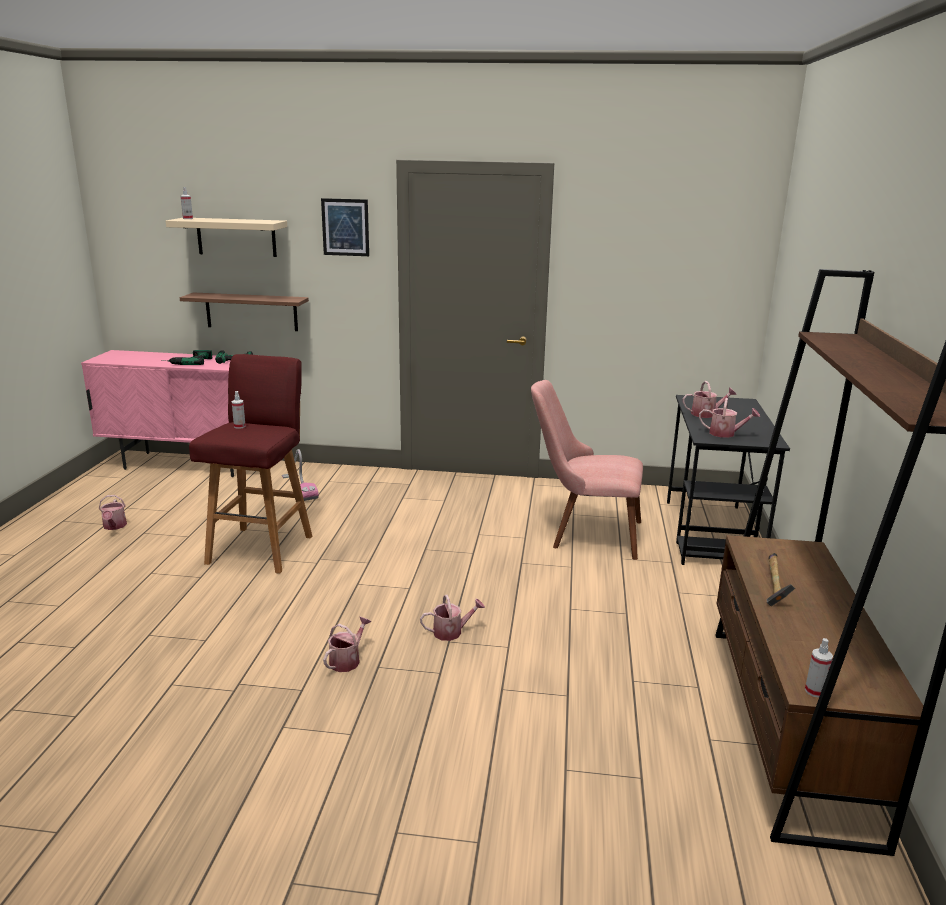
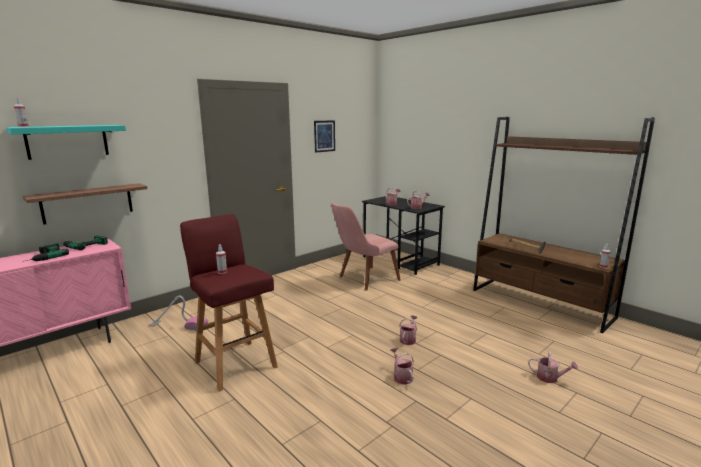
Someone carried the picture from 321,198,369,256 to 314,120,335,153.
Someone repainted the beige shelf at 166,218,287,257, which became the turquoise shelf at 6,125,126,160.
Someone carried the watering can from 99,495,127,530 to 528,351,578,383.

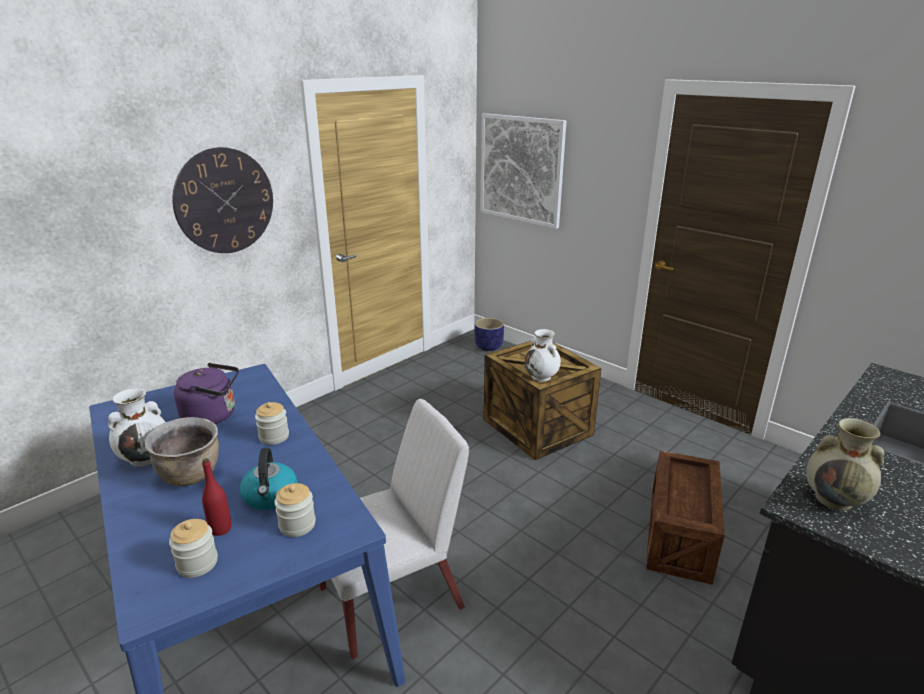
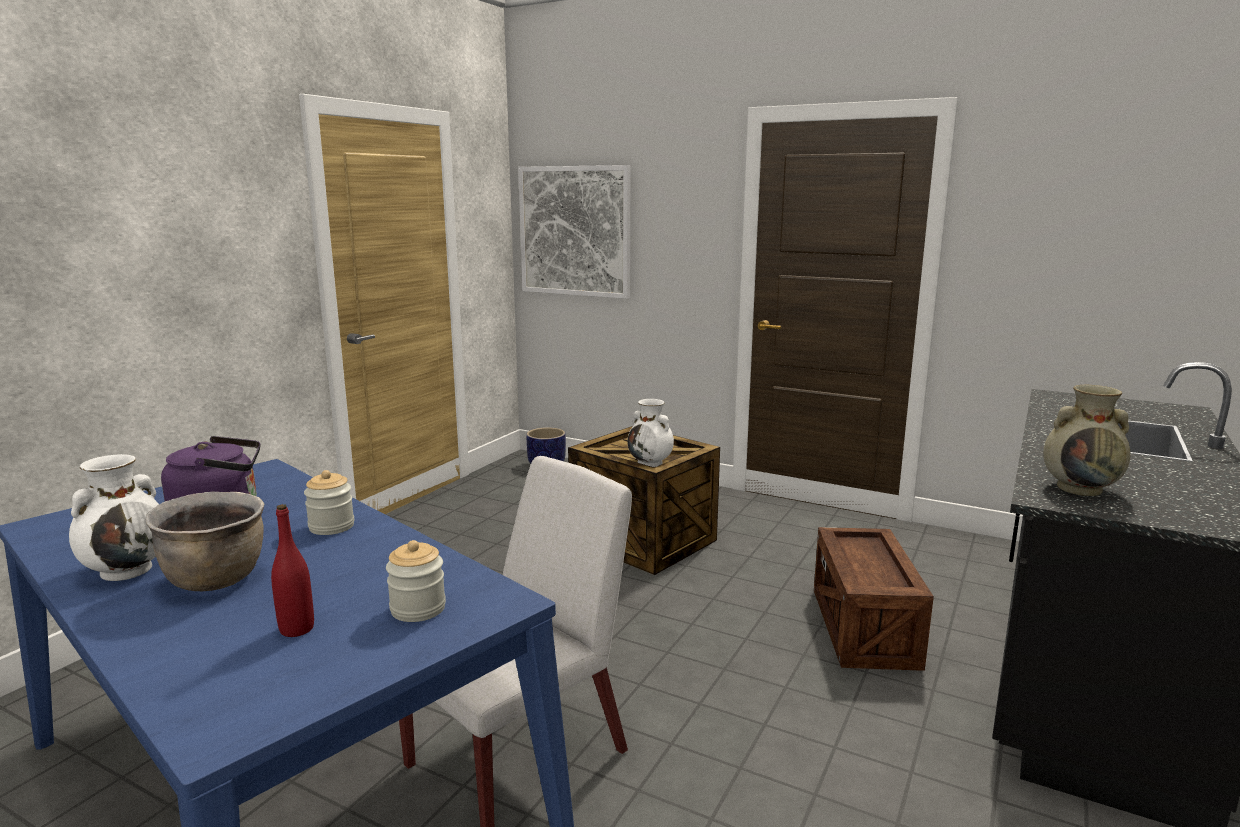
Someone took away the wall clock at 172,147,273,253.
Someone took away the kettle at 240,448,298,510.
Someone took away the jar at 169,519,218,578.

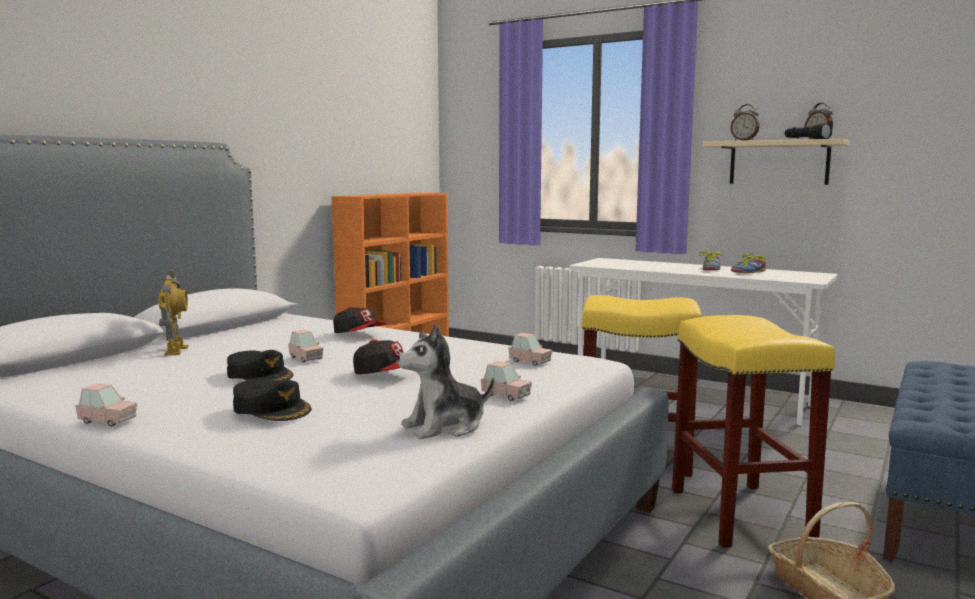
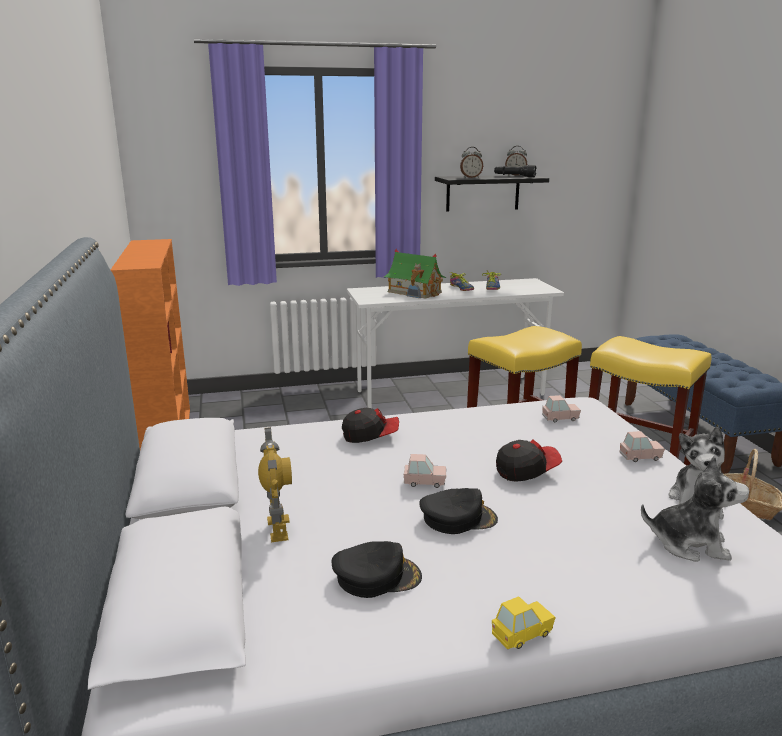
Someone repainted the beige shelf at 703,139,850,185, which became the black shelf at 435,175,549,212.
Someone rotated the toy robot at 158,268,189,356 by 45 degrees clockwise.
Someone carried the black cap from 233,379,312,421 to 332,541,422,598.
Someone repainted the pink toy car at 75,383,137,427, which became the yellow toy car at 492,596,556,649.
Someone put down the toy house at 384,249,446,299.
Someone put down the plush toy at 641,456,750,562.

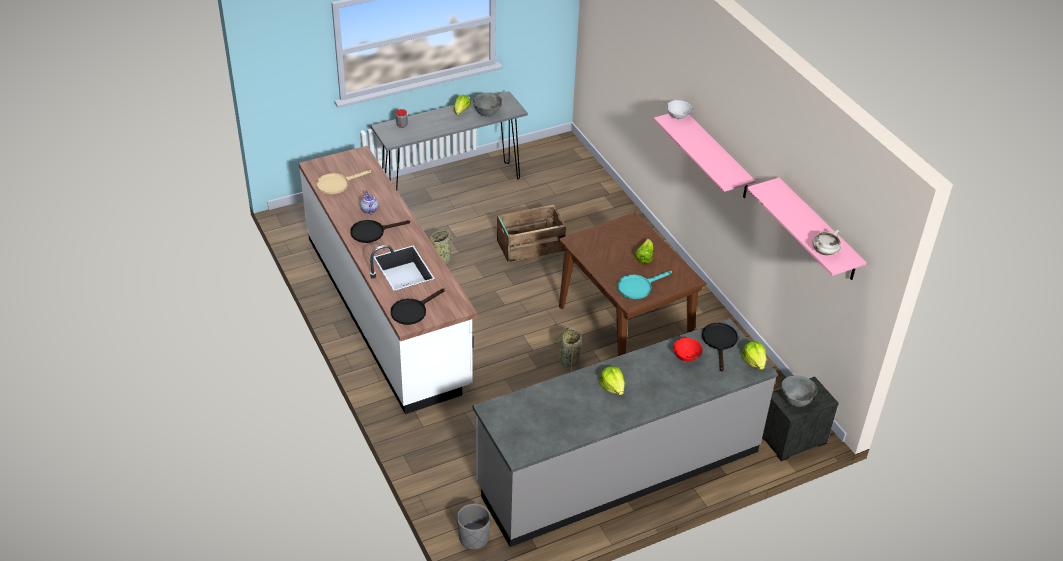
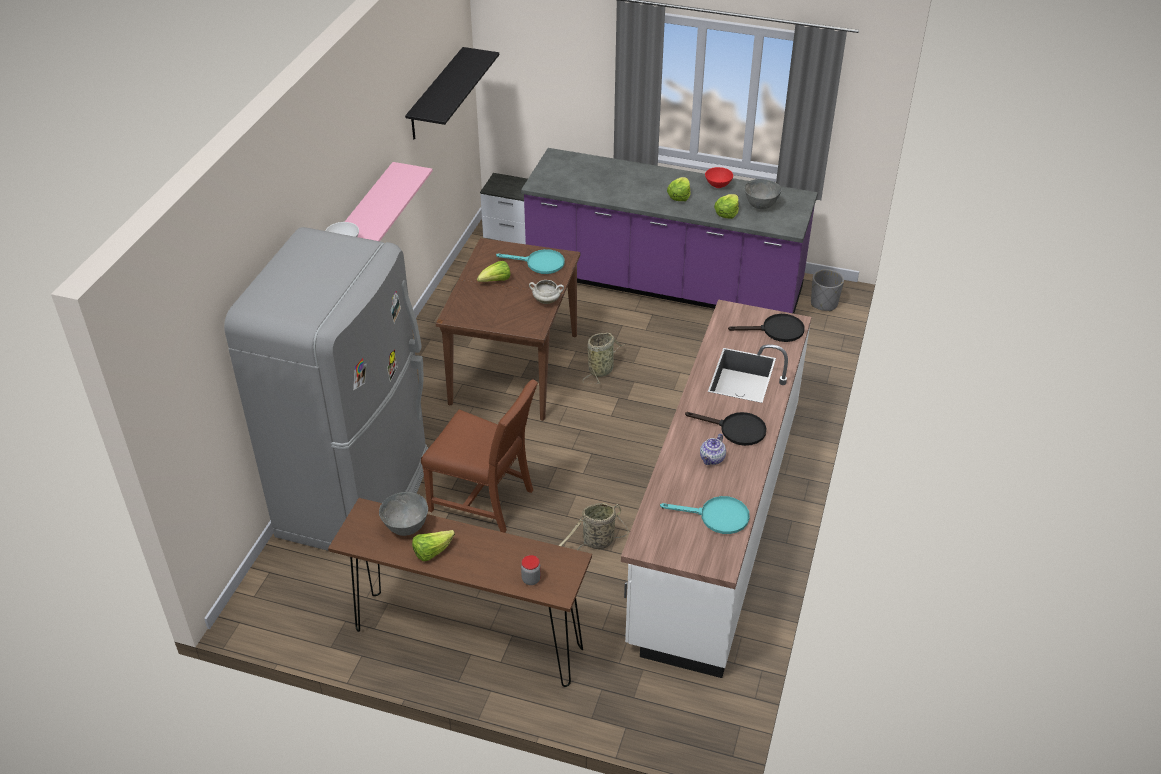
Someone repainted the grey console table at 371,91,528,190, which became the brown console table at 328,498,592,687.
Someone repainted the beige frying pan at 316,170,371,195, which became the turquoise frying pan at 660,496,750,534.
Someone repainted the pink shelf at 746,178,867,280, which became the black shelf at 405,47,499,139.
Someone swapped the crate at 497,205,566,263 for the brown chair at 421,379,538,533.
Someone carried the white cooking pot from 812,230,841,255 to 529,280,564,304.
Someone repainted the grey counter at 473,319,778,547, which became the purple counter at 521,148,818,314.
Someone took away the black frying pan at 702,323,738,372.
Someone carried the red bowl from 673,338,702,361 to 705,167,733,188.
Someone carried the lettuce from 742,341,767,370 to 714,194,739,219.
Someone carried the grey bowl from 781,375,817,407 to 744,179,781,209.
Someone put down the grey fridge at 224,227,428,551.

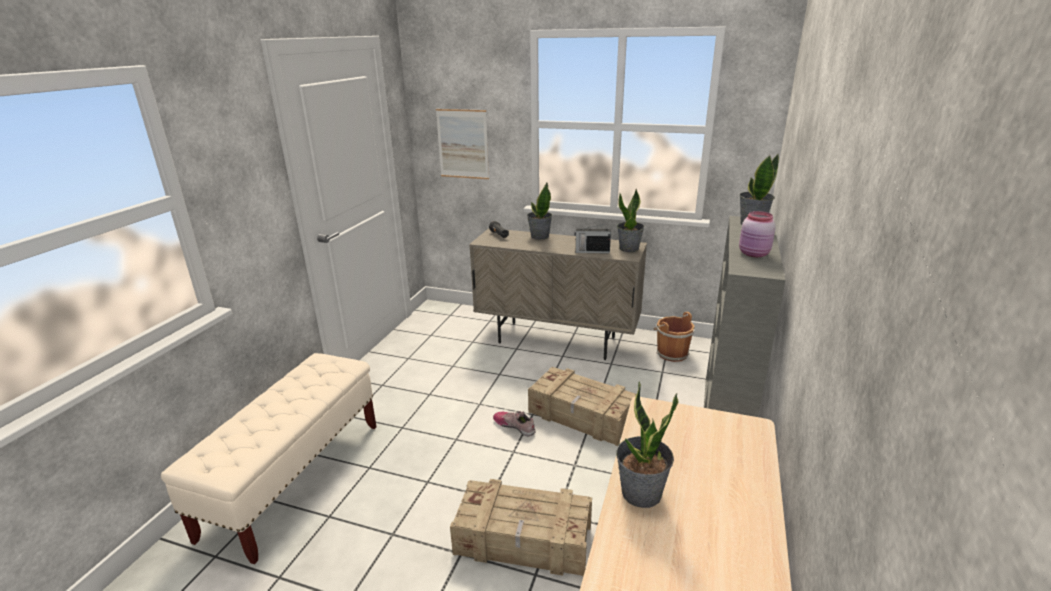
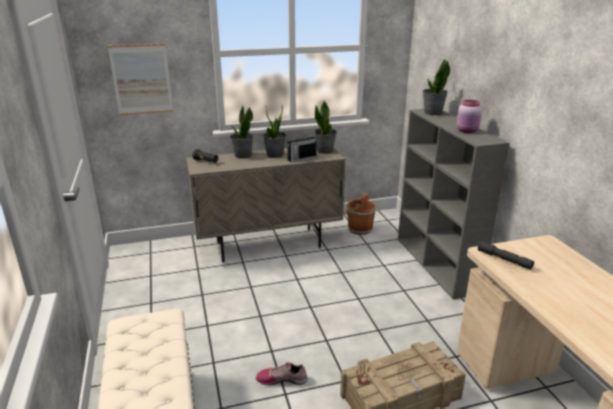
Someone took away the crate at 528,367,636,446.
Someone carried the potted plant from 616,382,679,508 to 263,104,286,158.
Someone carried the shoe from 493,411,536,436 to 256,361,308,385.
Someone put down the grey flashlight at 478,241,534,270.

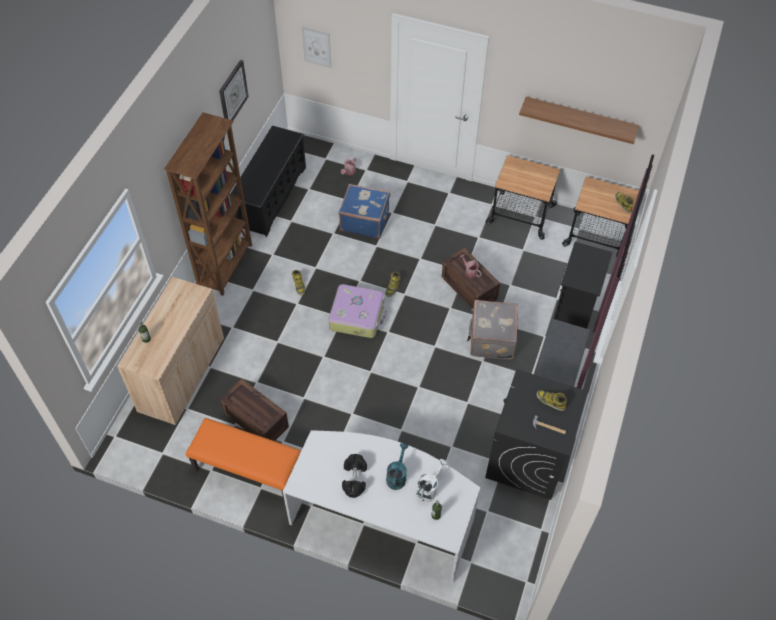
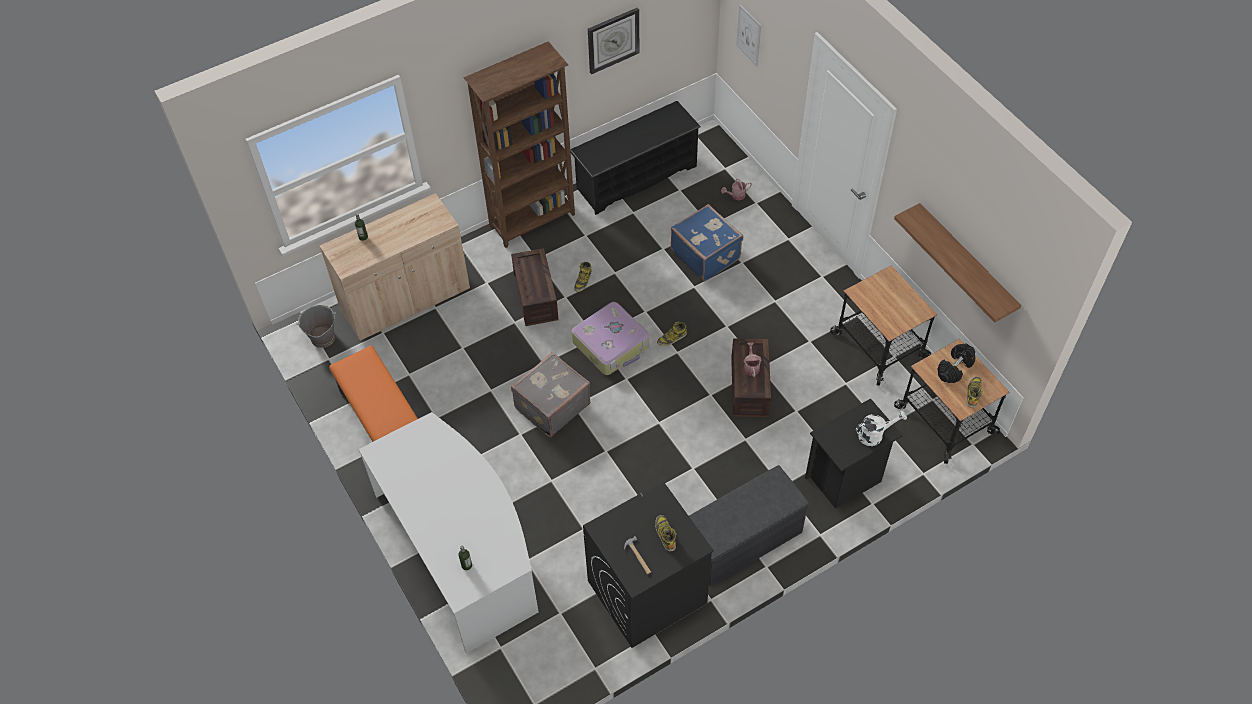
Someone carried the grey suitcase from 467,300,518,359 to 511,352,590,438.
Someone carried the crate from 220,379,289,441 to 511,248,559,326.
Someone took away the turquoise watering can at 386,443,409,490.
Someone carried the black dumbbell from 342,454,367,498 to 938,343,975,383.
Someone carried the white watering can from 416,459,448,502 to 856,411,907,446.
Someone put down the grey bucket at 297,305,336,348.

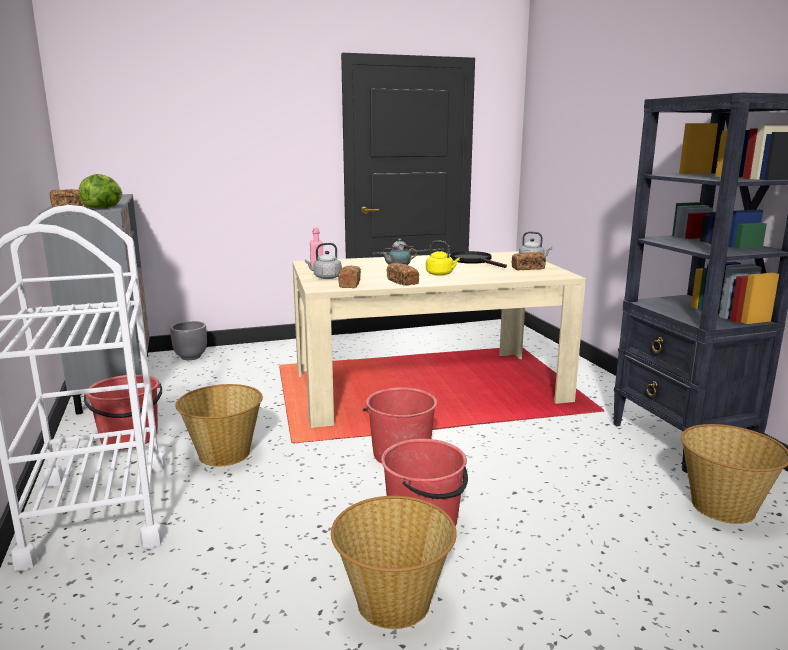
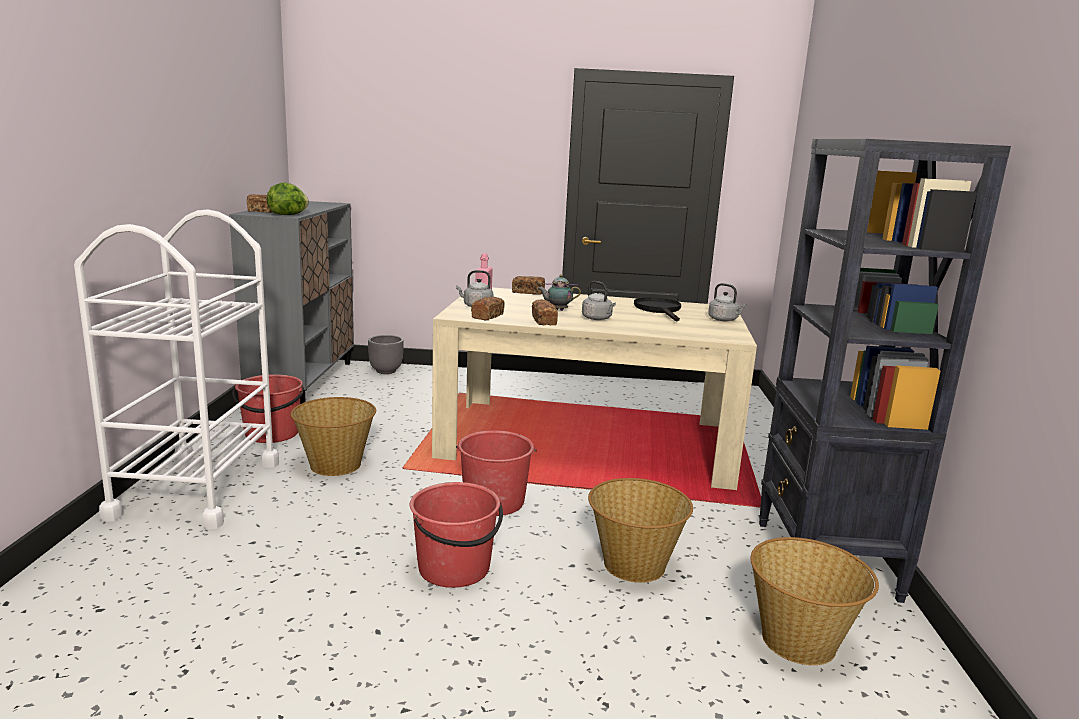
Someone repainted the yellow kettle at 426,240,460,276, which became the grey kettle at 582,281,616,320.
Someone carried the bread from 512,252,546,270 to 512,276,545,295.
Someone carried the basket from 331,496,457,629 to 588,478,693,583.

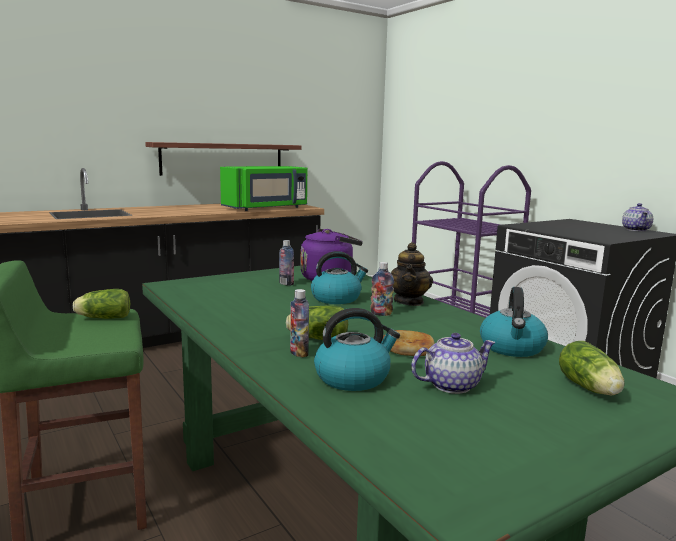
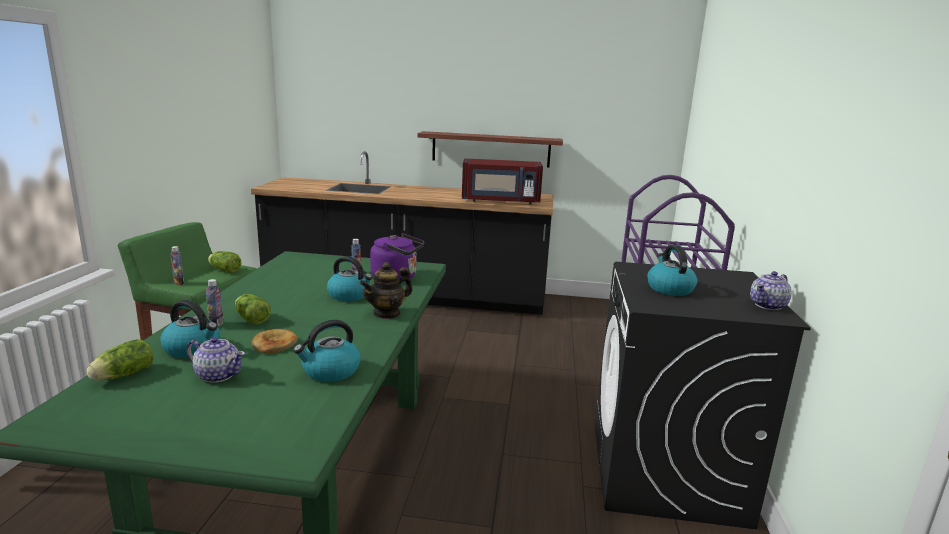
Someone repainted the green microwave at 220,166,307,211, which became the red microwave at 462,158,543,204.
Someone carried the bottle from 370,262,394,316 to 170,246,184,285.
Someone carried the lettuce from 559,341,625,396 to 86,339,153,381.
Someone put down the kettle at 647,245,697,296.

